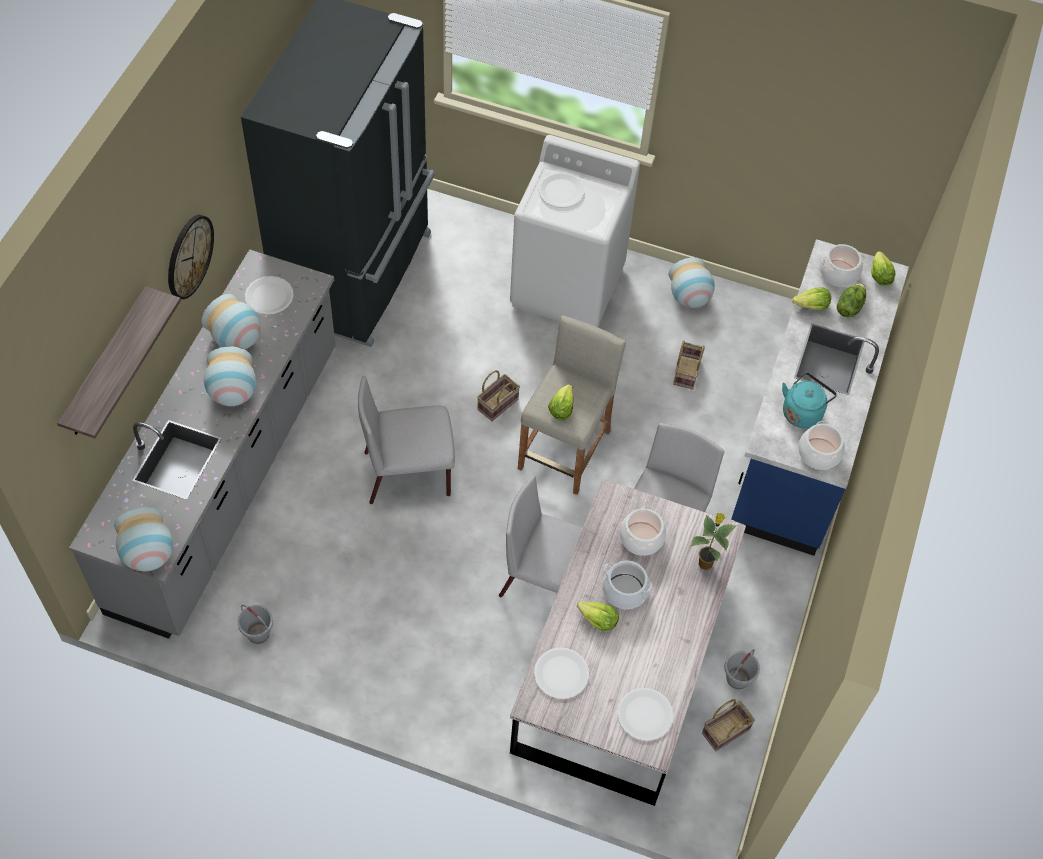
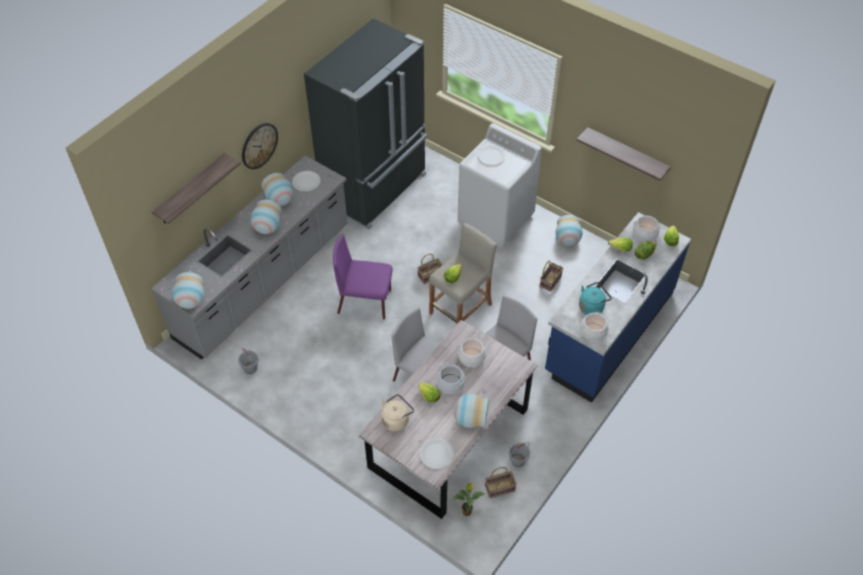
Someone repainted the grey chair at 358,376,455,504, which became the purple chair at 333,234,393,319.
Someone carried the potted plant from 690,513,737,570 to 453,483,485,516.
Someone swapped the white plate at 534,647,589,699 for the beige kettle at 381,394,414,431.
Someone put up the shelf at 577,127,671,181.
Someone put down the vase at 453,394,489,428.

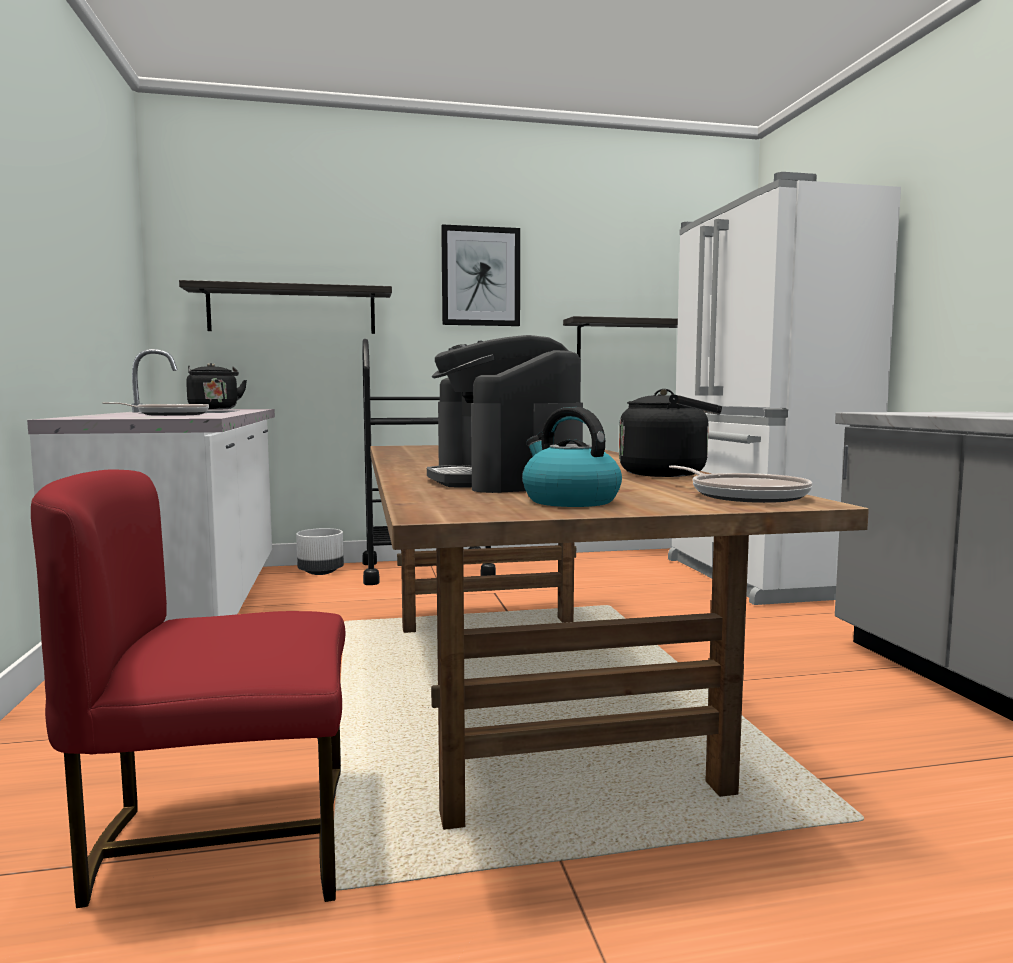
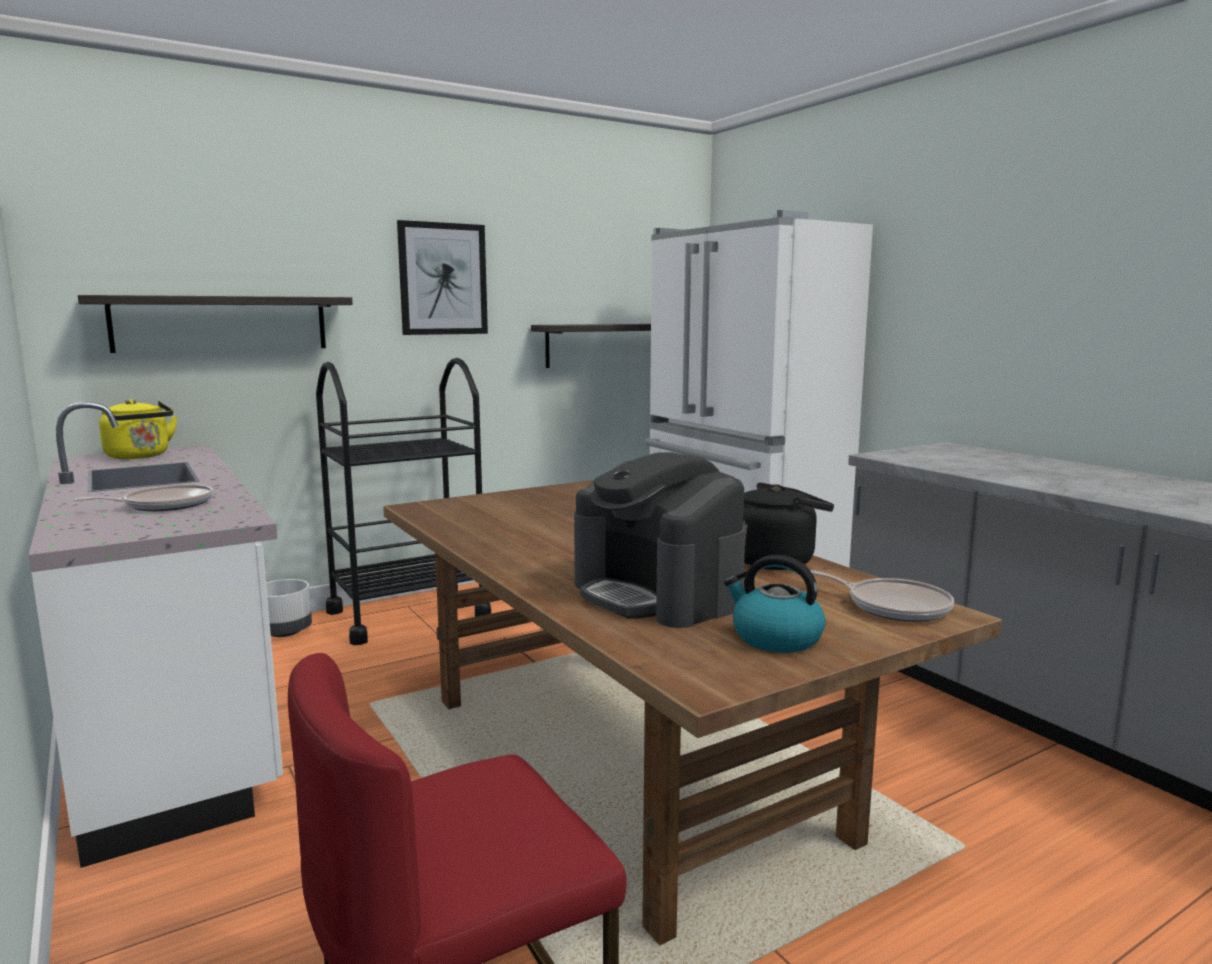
Someone repainted the black kettle at 186,363,247,410, which became the yellow kettle at 99,399,177,459.

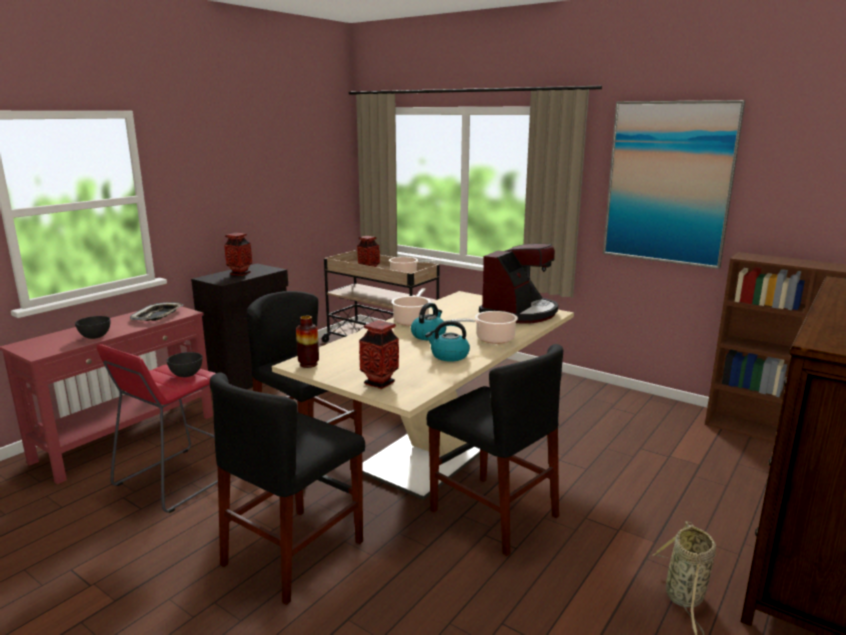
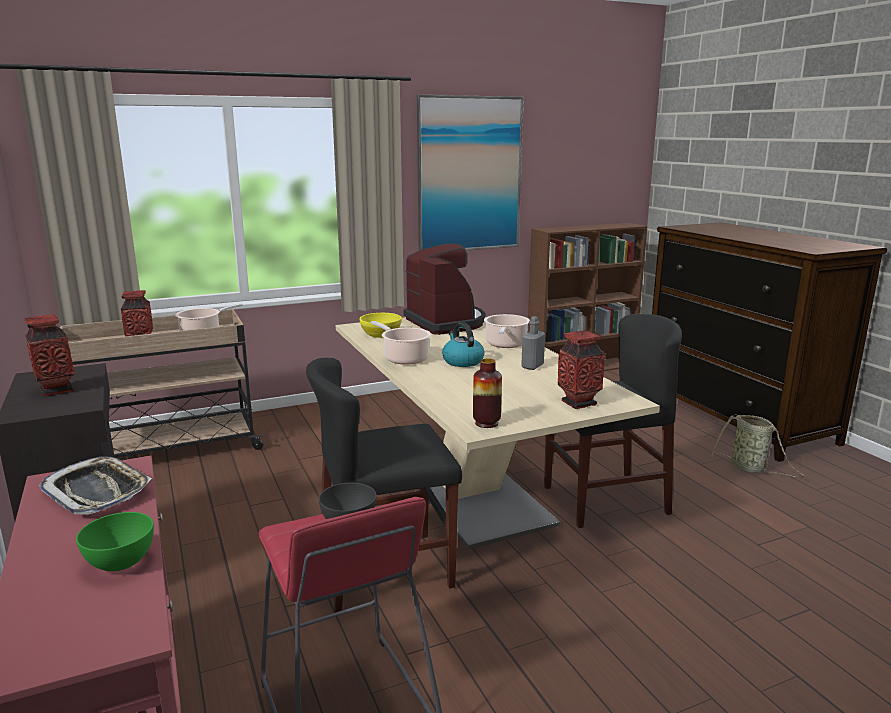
Someone repainted the grey bowl at 75,316,111,339, which became the green bowl at 76,512,154,571.
Someone swapped the kettle at 425,320,470,362 for the grey bottle at 521,316,545,370.
Someone took away the black chair at 210,372,365,605.
Someone put down the yellow bowl at 359,313,402,338.

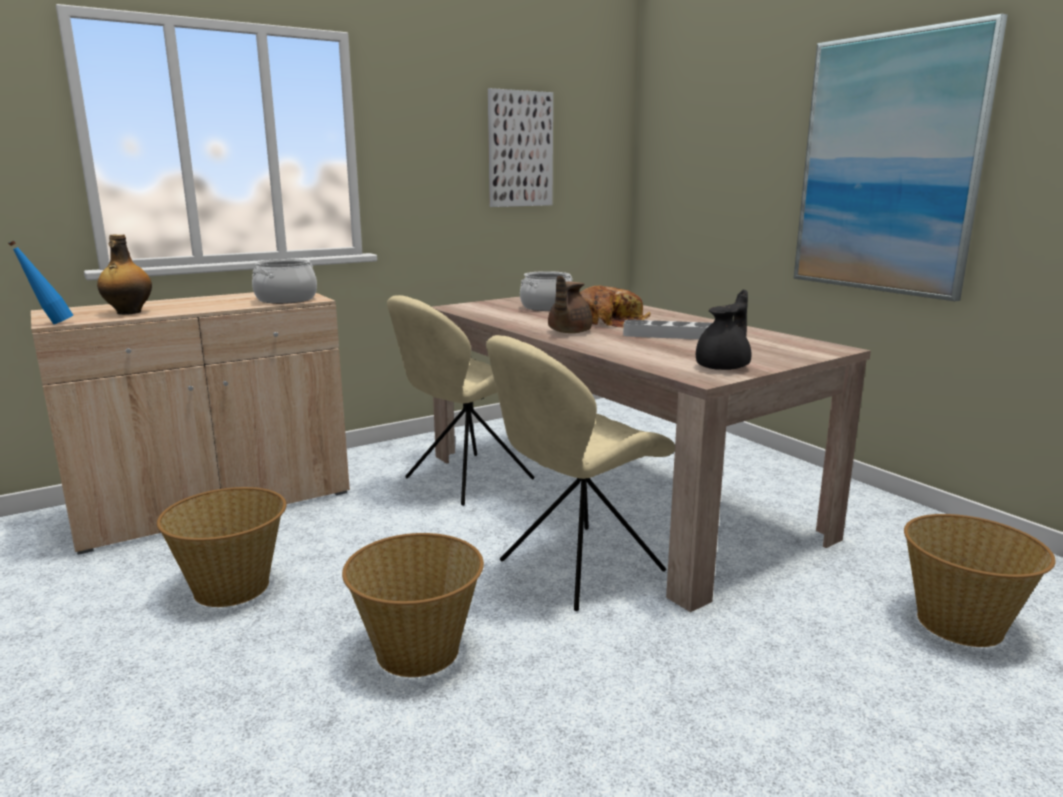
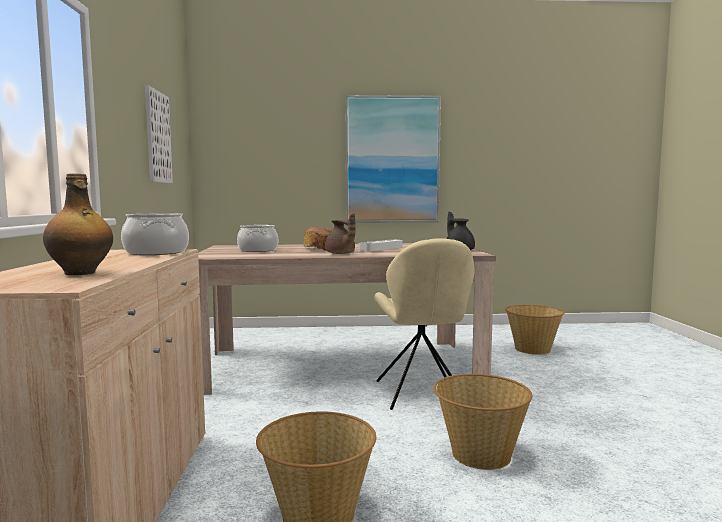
Someone took away the blue bottle at 8,241,73,324.
Someone took away the beige chair at 387,295,535,506.

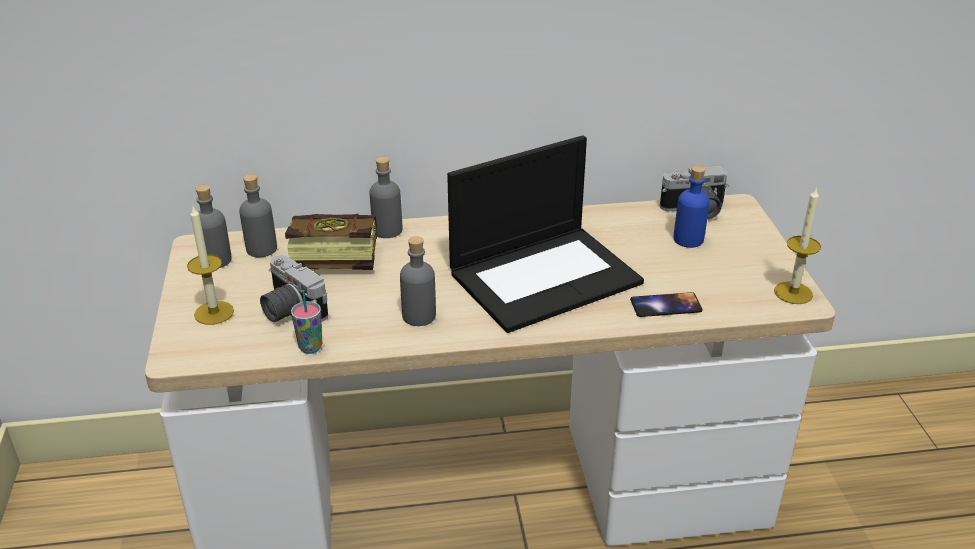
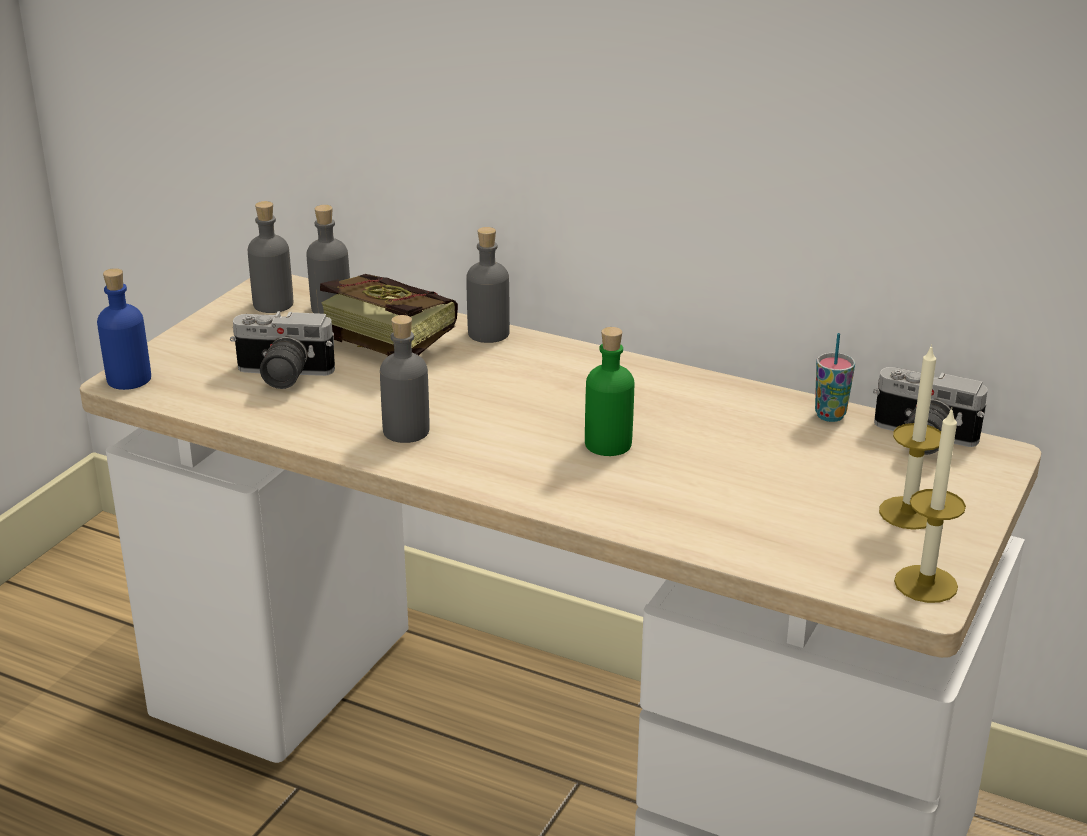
Someone swapped the laptop at 447,135,644,333 for the green bottle at 585,327,634,456.
Someone carried the blue bottle from 673,165,710,248 to 97,268,151,390.
Someone carried the candle from 187,206,234,325 to 879,344,941,530.
Someone rotated the photo camera at 260,255,328,323 by 75 degrees counterclockwise.
Someone carried the cup from 291,290,322,354 to 815,333,855,422.
Someone took away the phone at 630,292,703,317.

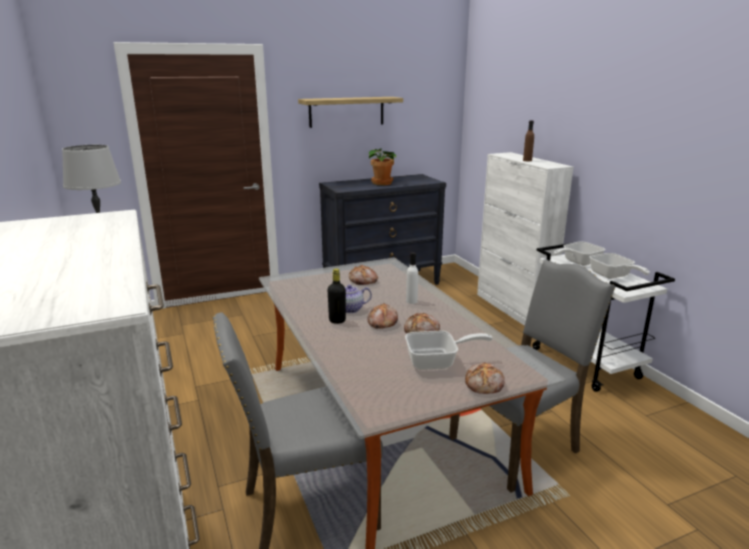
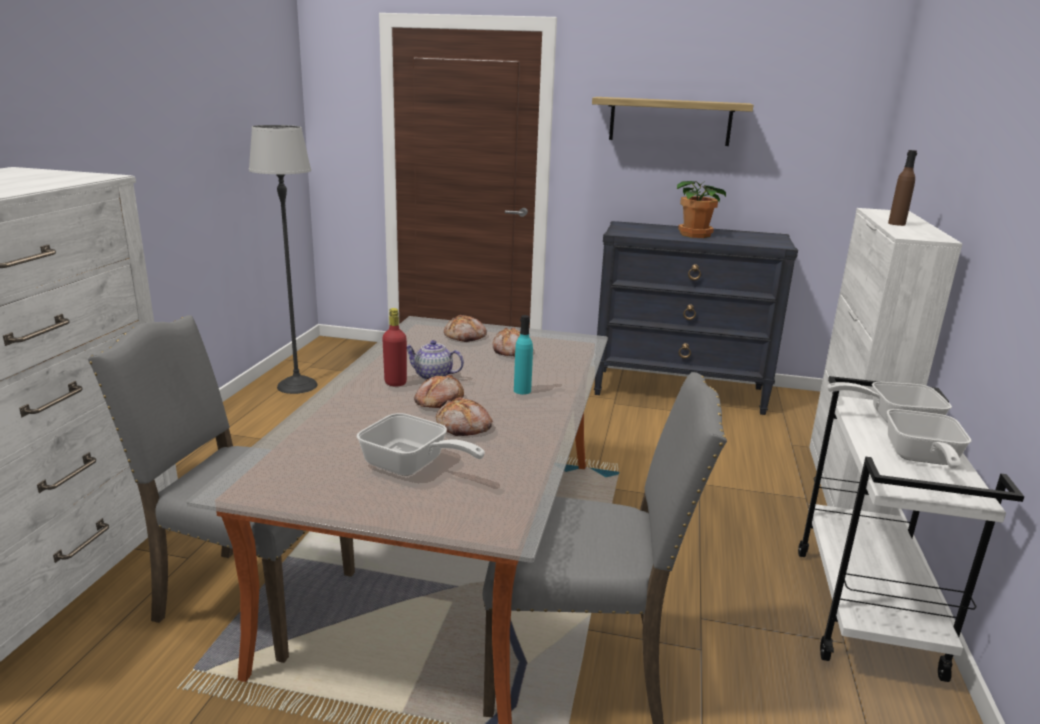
Someone repainted the white bottle at 406,252,418,304, which became the turquoise bottle at 514,315,533,394.
Someone repainted the black bottle at 327,269,346,324, which became the red bottle at 382,308,407,386.
Someone carried the bread from 465,363,505,394 to 444,315,487,342.

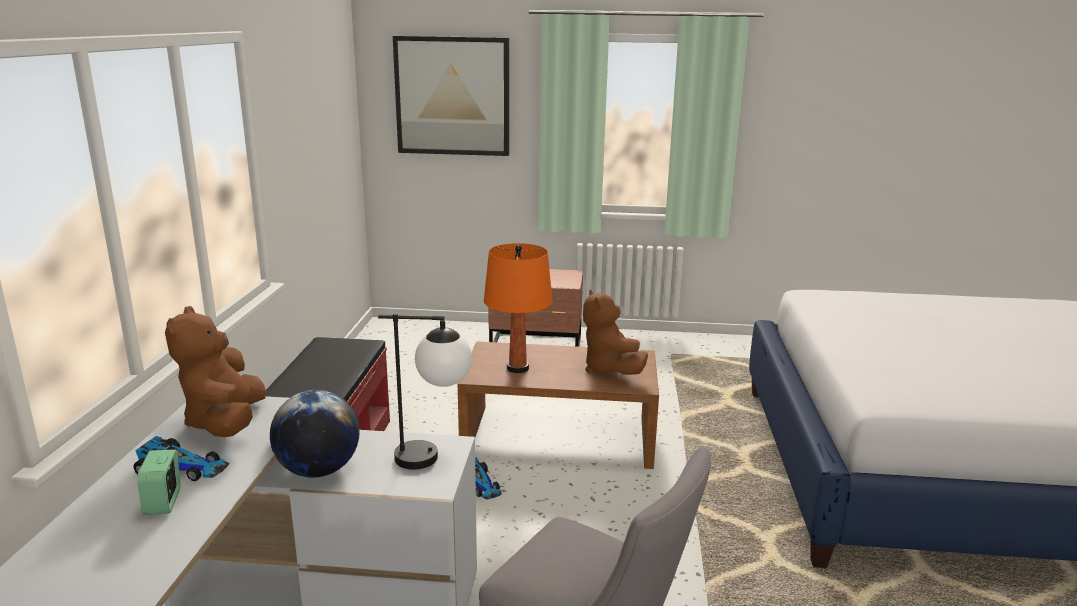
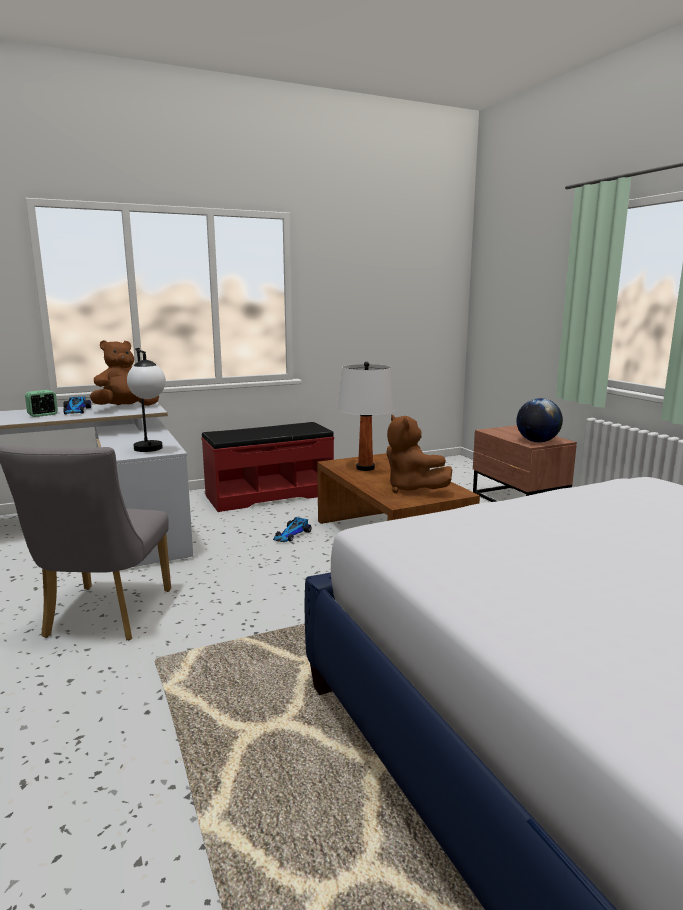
Someone took away the picture at 393,36,509,156.
Someone repainted the orange table lamp at 484,243,553,373, which became the white table lamp at 338,362,395,471.
Someone rotated the brown plush toy at 583,289,648,375 by 75 degrees counterclockwise.
Someone carried the globe from 270,390,359,478 to 517,398,563,442.

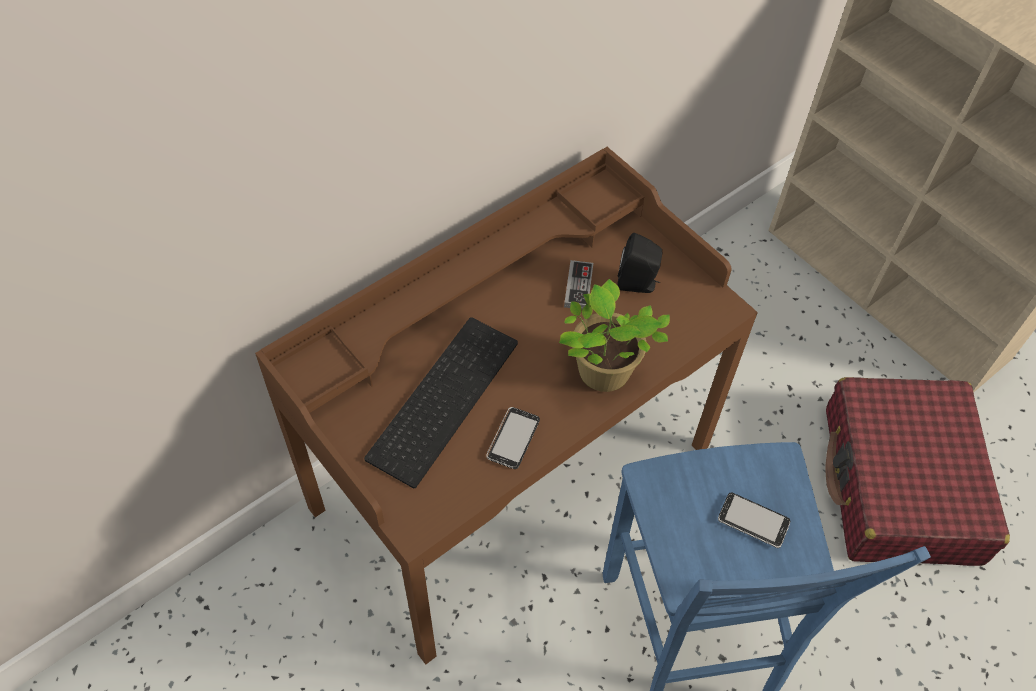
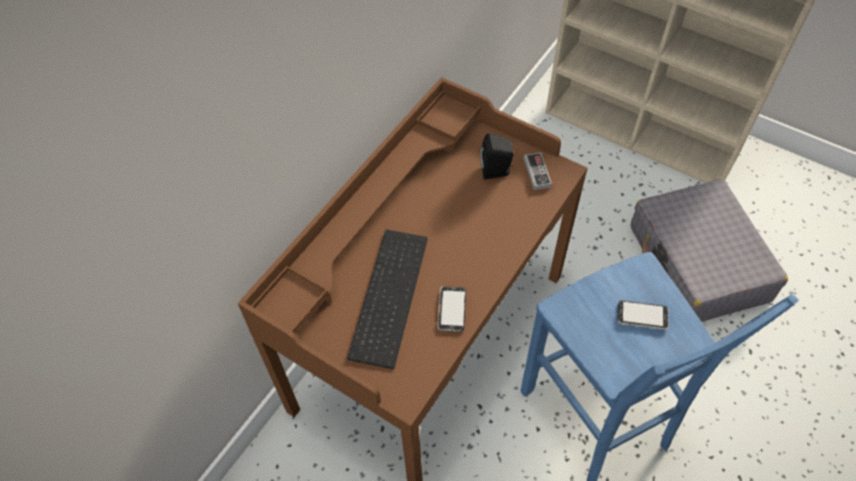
Someone carried the game controller from 564,260,593,310 to 524,153,552,190.
Someone took away the potted plant at 559,279,670,392.
Someone repainted the red suitcase at 826,377,1010,566, which became the grey suitcase at 631,179,788,322.

